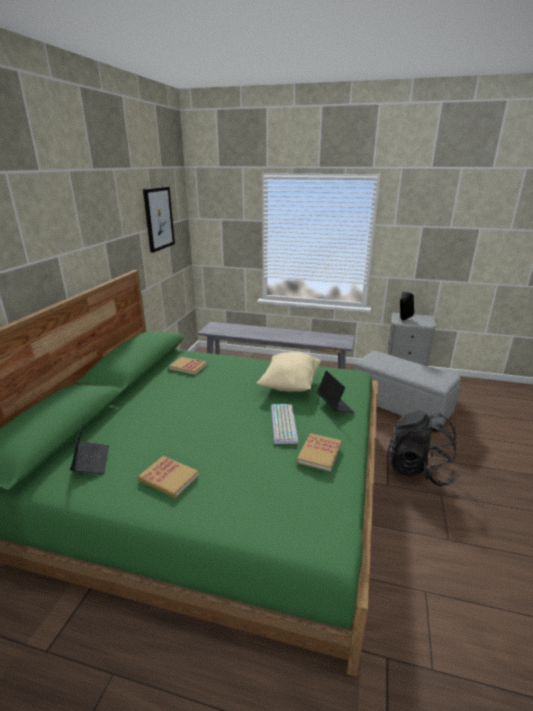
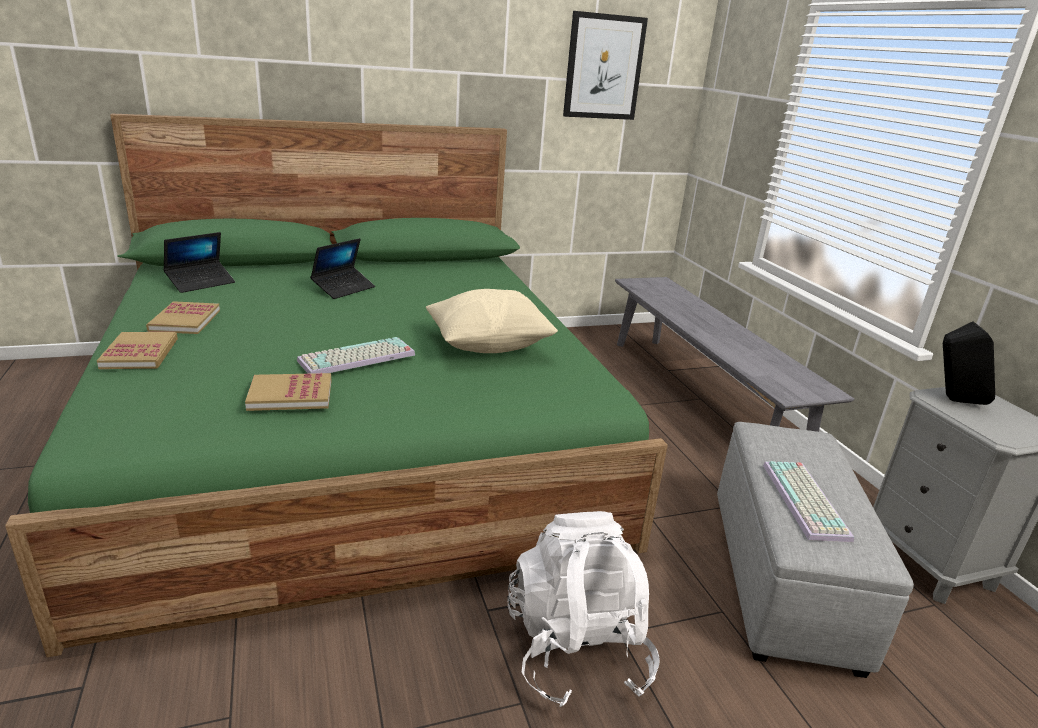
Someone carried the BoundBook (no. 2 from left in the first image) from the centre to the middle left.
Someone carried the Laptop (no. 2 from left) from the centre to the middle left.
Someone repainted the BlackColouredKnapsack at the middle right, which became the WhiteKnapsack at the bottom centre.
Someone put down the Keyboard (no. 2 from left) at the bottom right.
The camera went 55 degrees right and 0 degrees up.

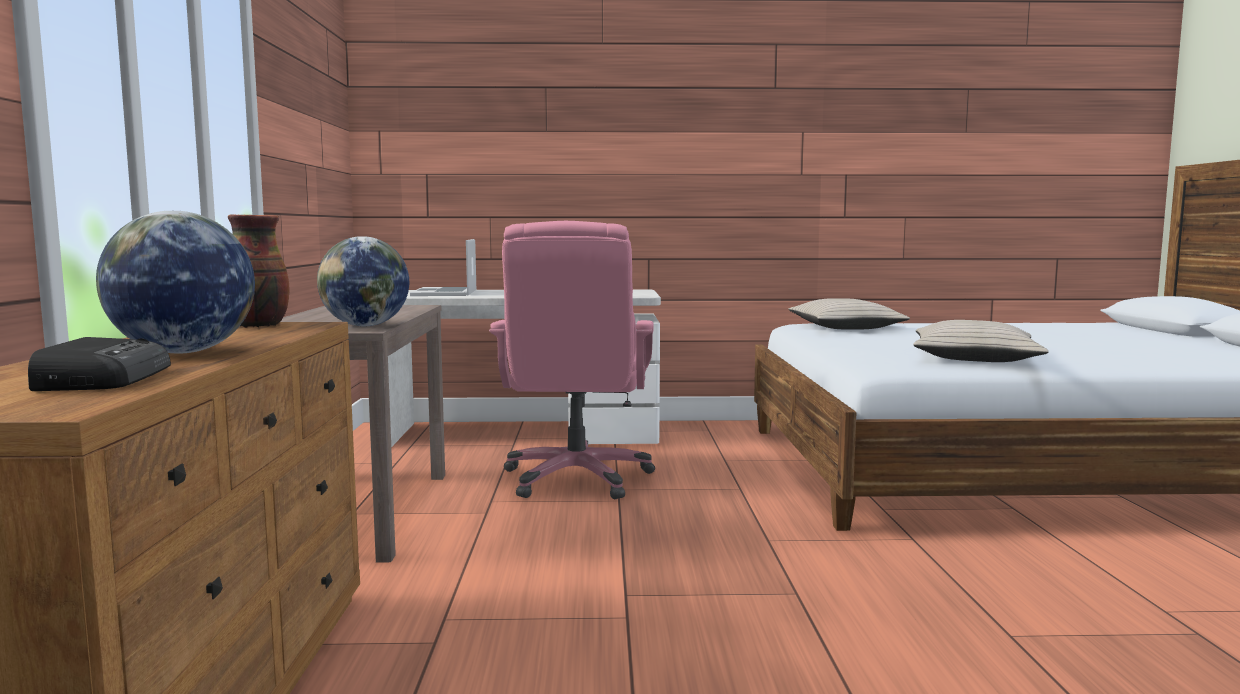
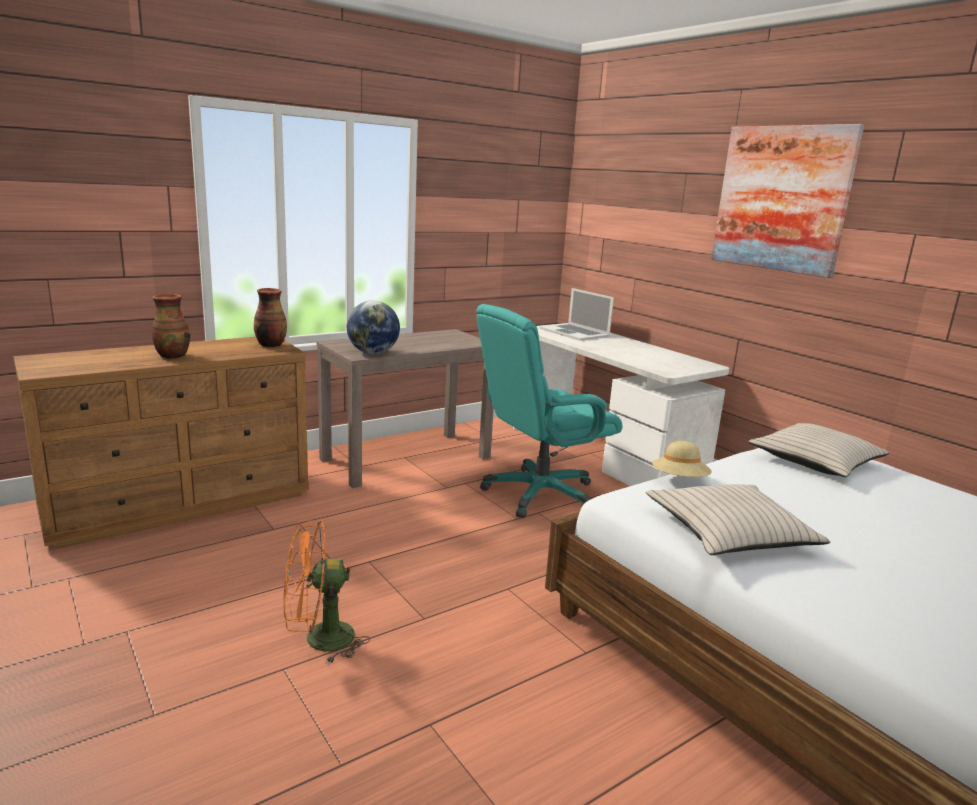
Someone swapped the DeskGlobe (no. 1 from left) at the middle left for the Vase (no. 1 from left) at the middle left.
Someone put down the OrangeColouredElectricFan at the bottom centre.
Someone repainted the PinkishDeskChair at the centre, which became the BlueGreenDeskChair at the centre.
Someone rotated the Laptop at the centre by 90 degrees counterclockwise.
Someone put down the SandColouredHat at the middle right.
Someone put up the Picture at the top right.
Someone took away the RadioReceiver at the middle left.
The camera went 55 degrees right and 10 degrees up.

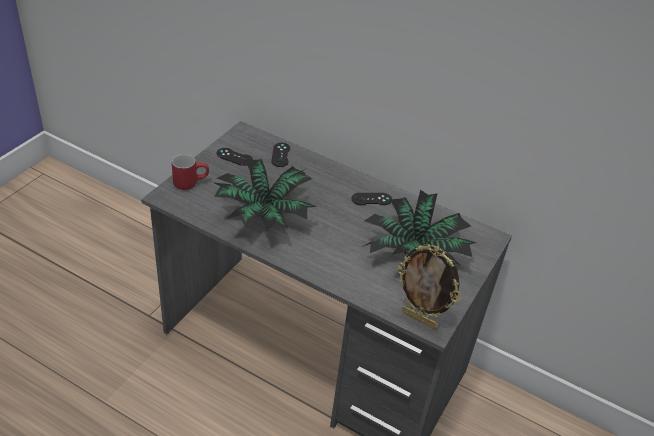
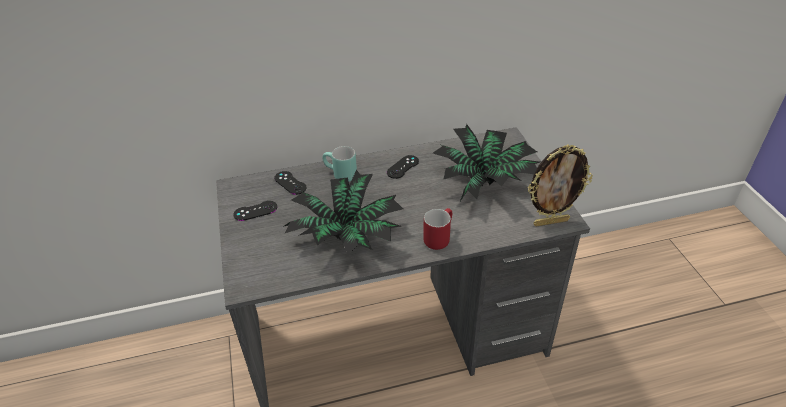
Someone put down the BlueGreenTeaMug at the centre.
Someone carried the RedColouredTeaMug from the middle left to the centre.
The camera went 40 degrees left and 0 degrees up.

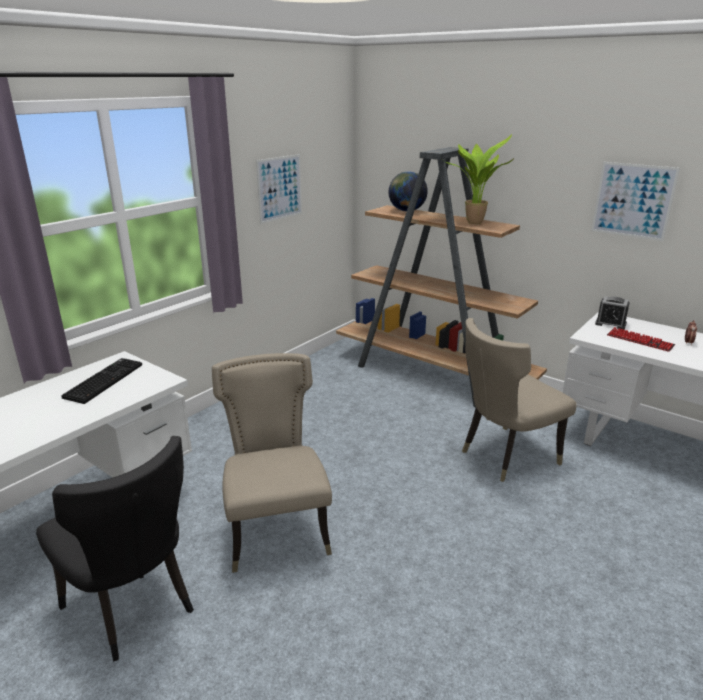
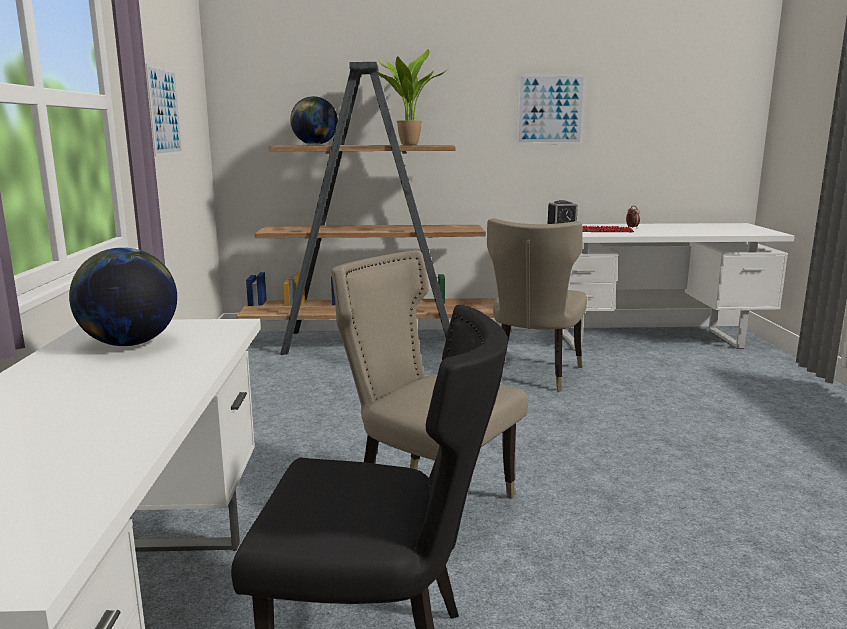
Someone swapped the Keyboard (no. 1 from left) at the middle left for the DeskGlobe (no. 1 from left) at the middle left.
The camera went 40 degrees left and 10 degrees down.

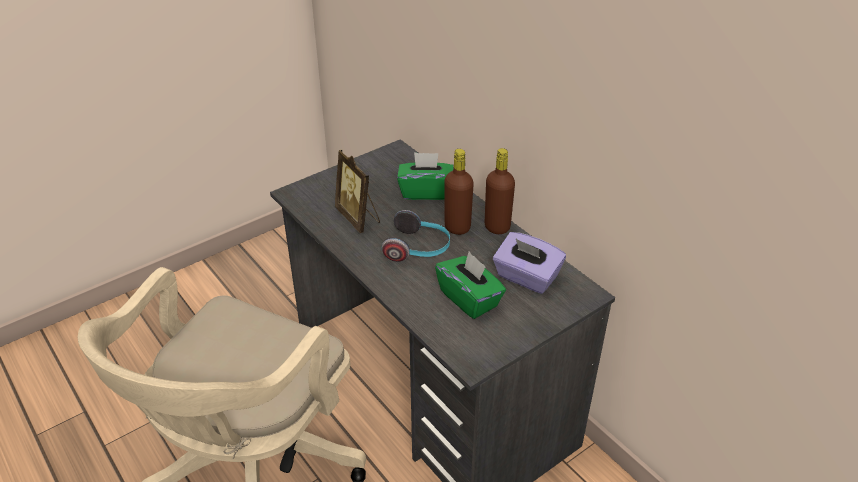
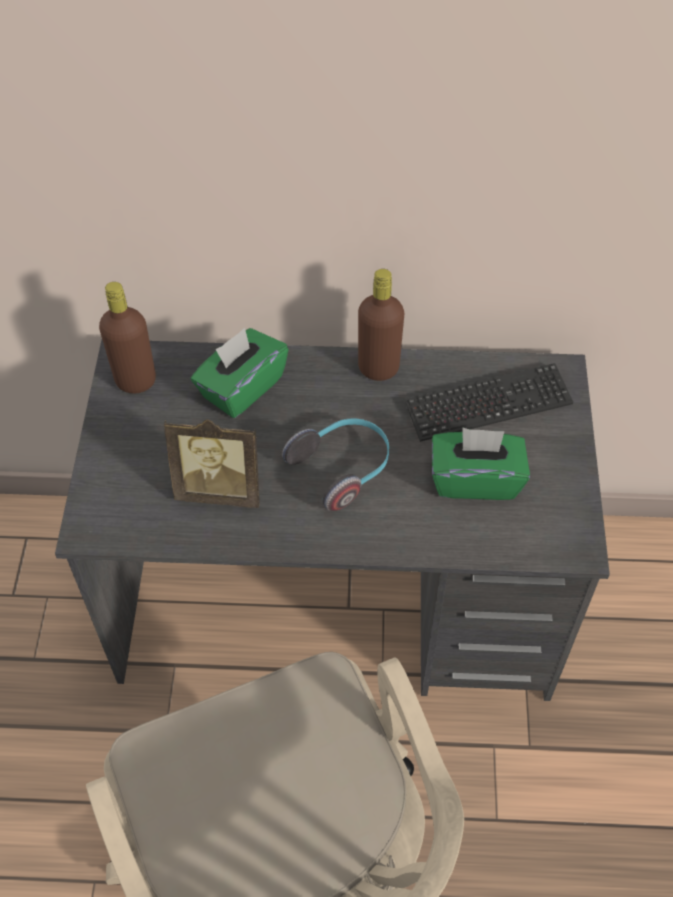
Someone carried the BrownBeverageBottle (no. 1 from left) from the centre to the middle left.
Someone swapped the PurplishTissueBox at the centre for the Keyboard at the middle right.
The camera went 50 degrees left and 15 degrees up.

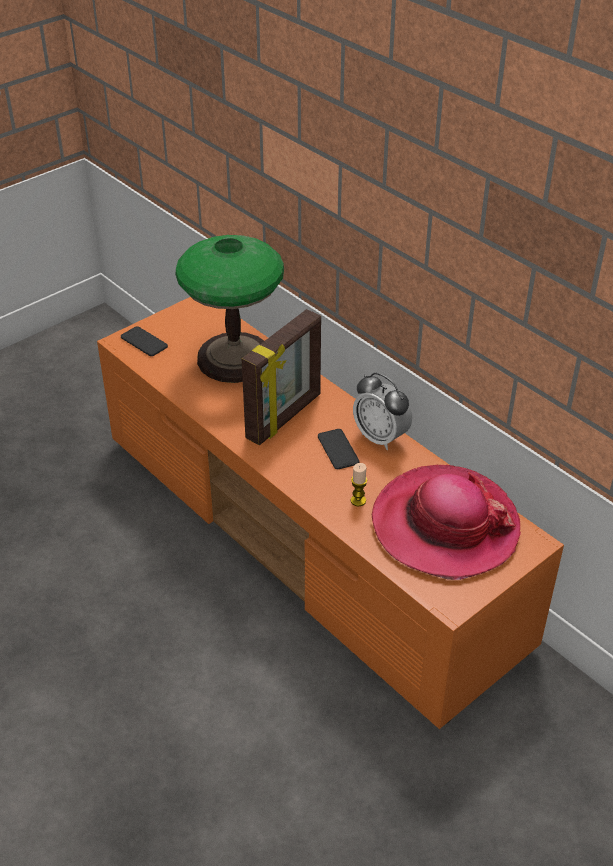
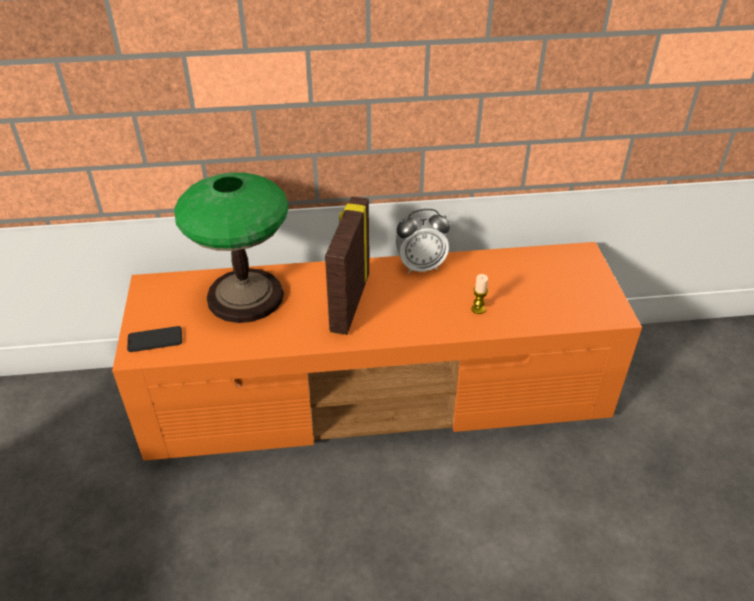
Someone rotated the StandingFrame at the centre by 150 degrees counterclockwise.
Someone took away the Phone (no. 2 from left) at the centre.
Someone took away the Hat at the middle right.
The camera went 55 degrees left and 0 degrees up.

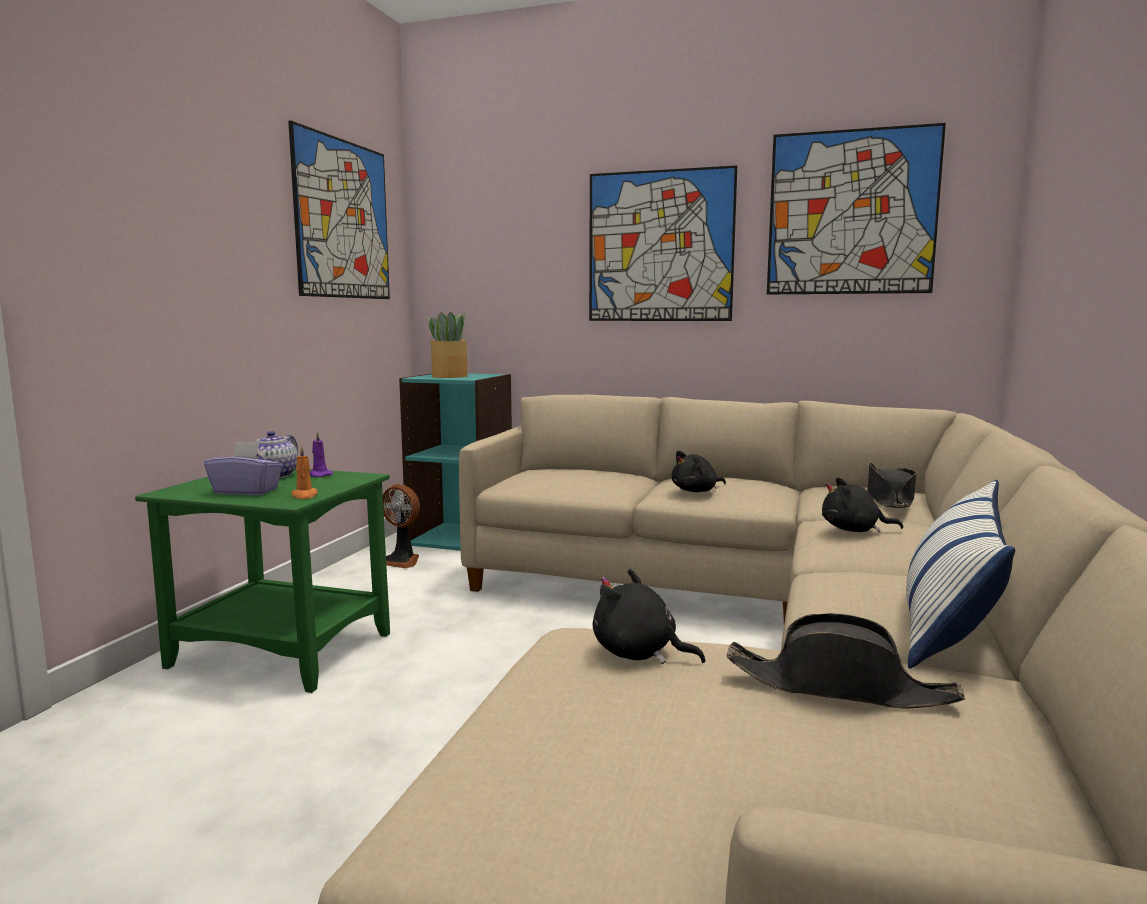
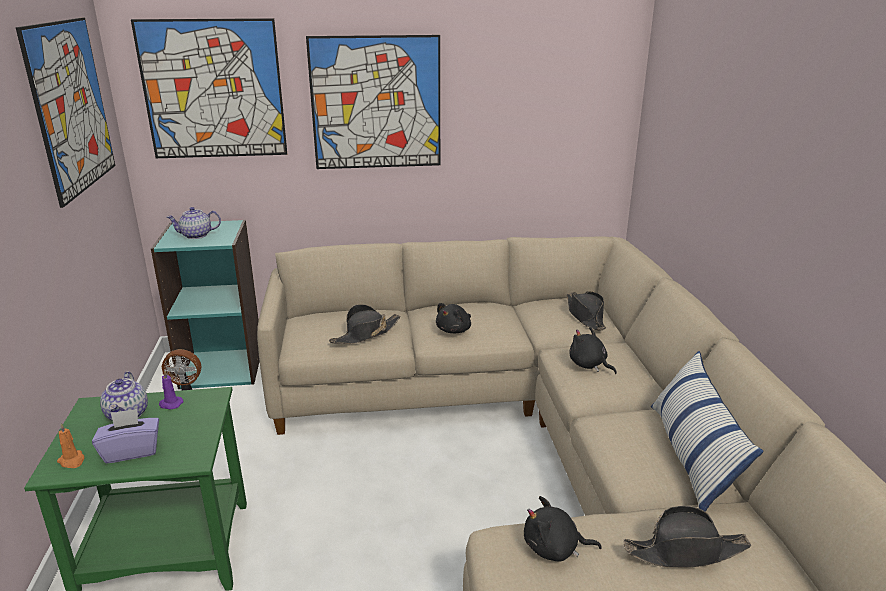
Someone carried the OrangeColouredCandle from the middle left to the bottom left.
Someone carried the Picture (no. 3 from left in the first image) from the top right to the top left.
Someone swapped the PlantInAPot at the centre for the Teapot (no. 2 from left) at the middle left.
Someone put down the BlackColouredHat (no. 1 from left) at the centre.
Someone rotated the BlackColouredPlushToy (no. 3 from left) at the middle right by 60 degrees clockwise.
The camera went 25 degrees left and 15 degrees up.

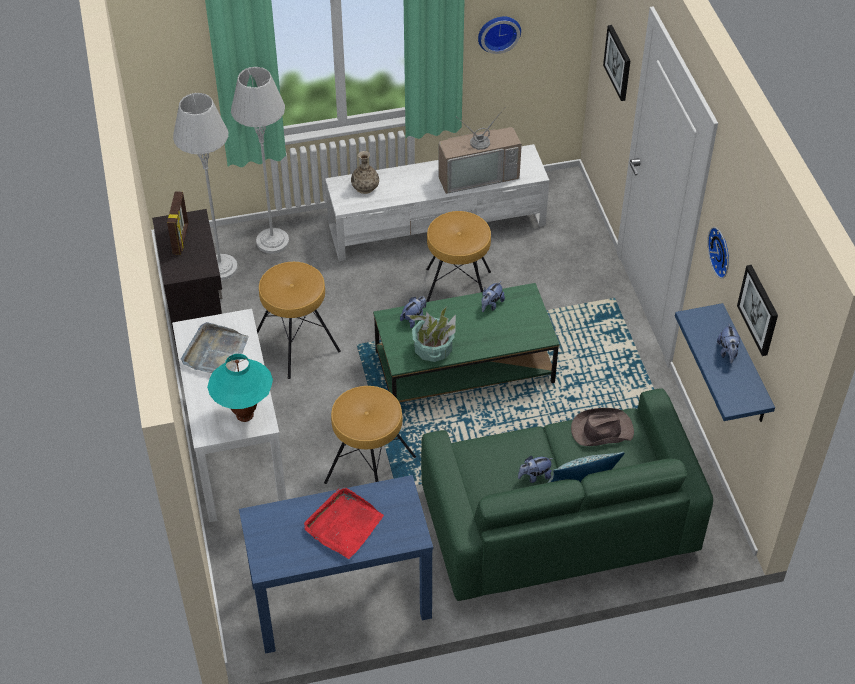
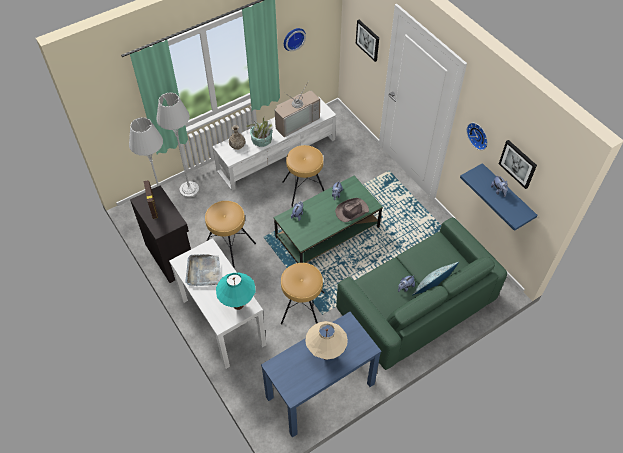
Someone carried the PlantInAPot from the centre to the top centre.
Someone swapped the RedColouredTray at the bottom centre for the SandColouredTabletopLamp at the bottom centre.
Someone carried the BrownHat from the middle right to the centre.
The camera went 20 degrees left and 5 degrees up.

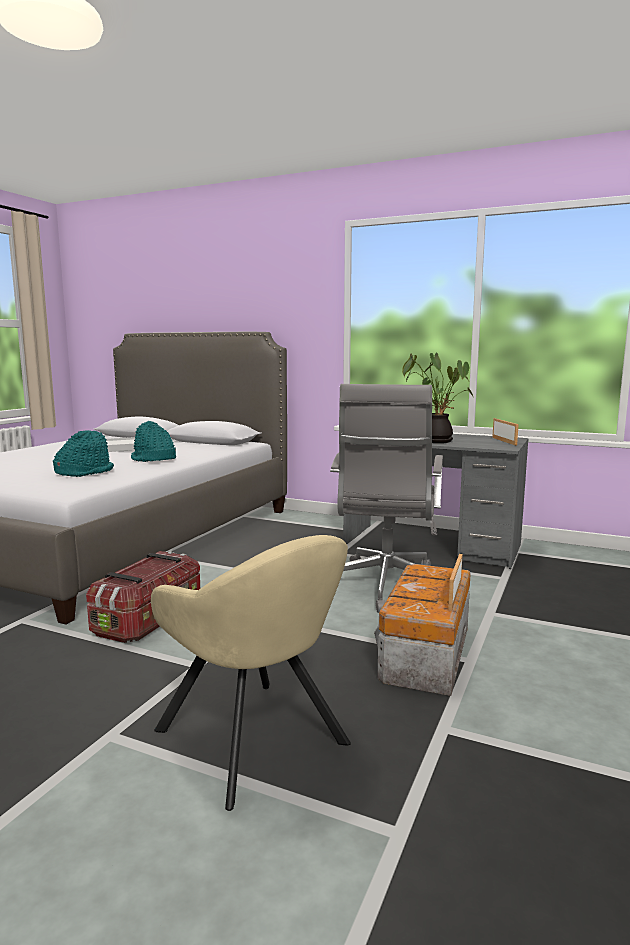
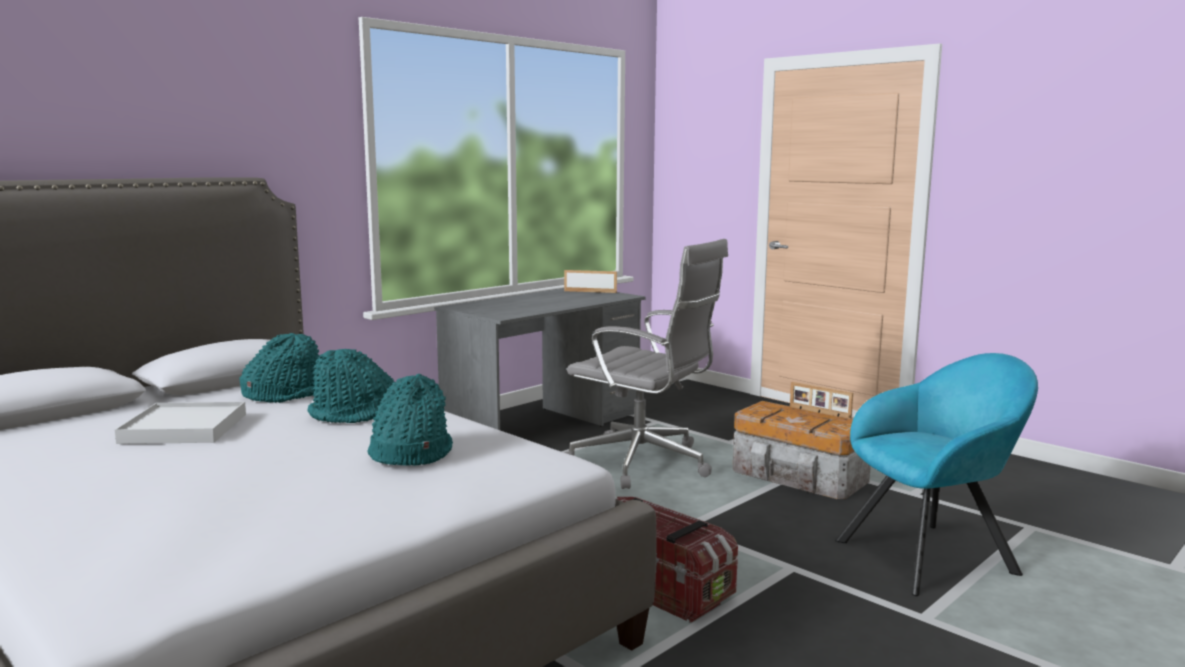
Someone put down the BlueGreenHat (no. 1 from left) at the middle left.
Someone repainted the SandColouredLoungeChair at the bottom centre, which became the BlueGreenLoungeChair at the bottom right.
Someone took away the PlantInAPot at the middle right.
The camera went 70 degrees left and 0 degrees up.

